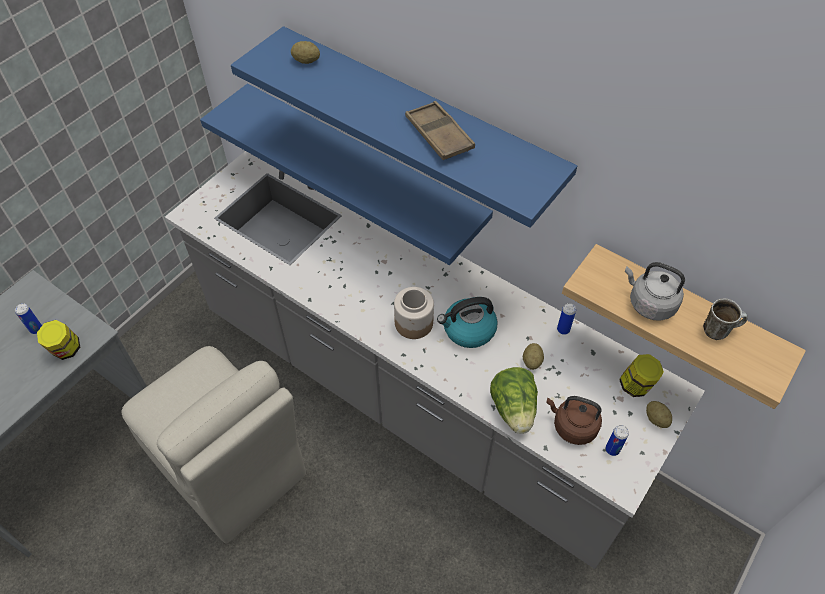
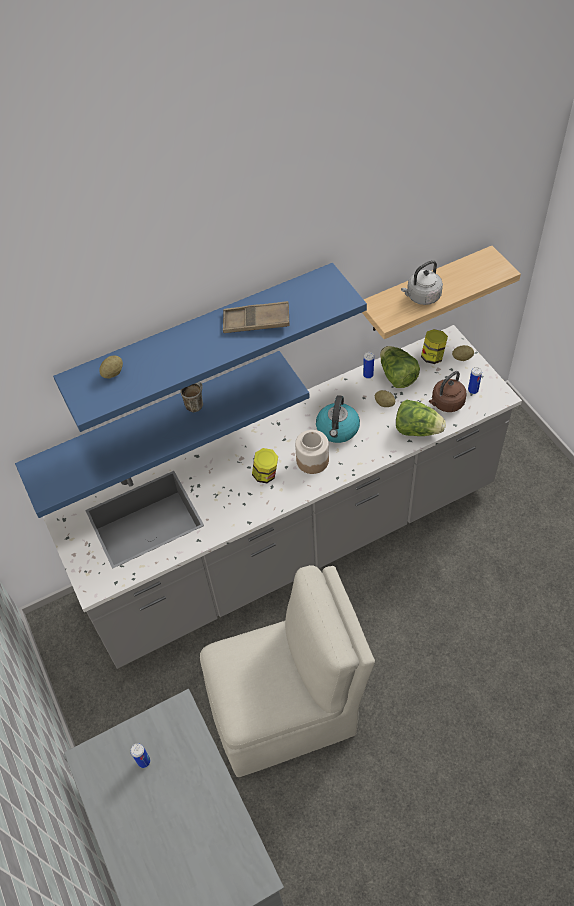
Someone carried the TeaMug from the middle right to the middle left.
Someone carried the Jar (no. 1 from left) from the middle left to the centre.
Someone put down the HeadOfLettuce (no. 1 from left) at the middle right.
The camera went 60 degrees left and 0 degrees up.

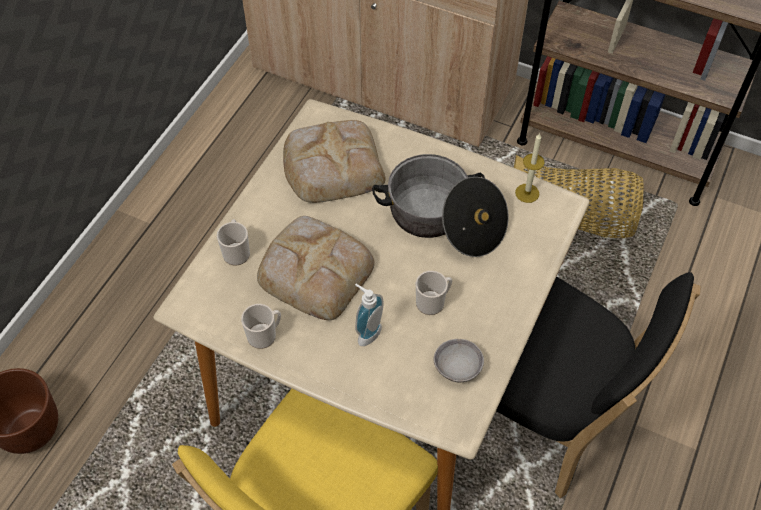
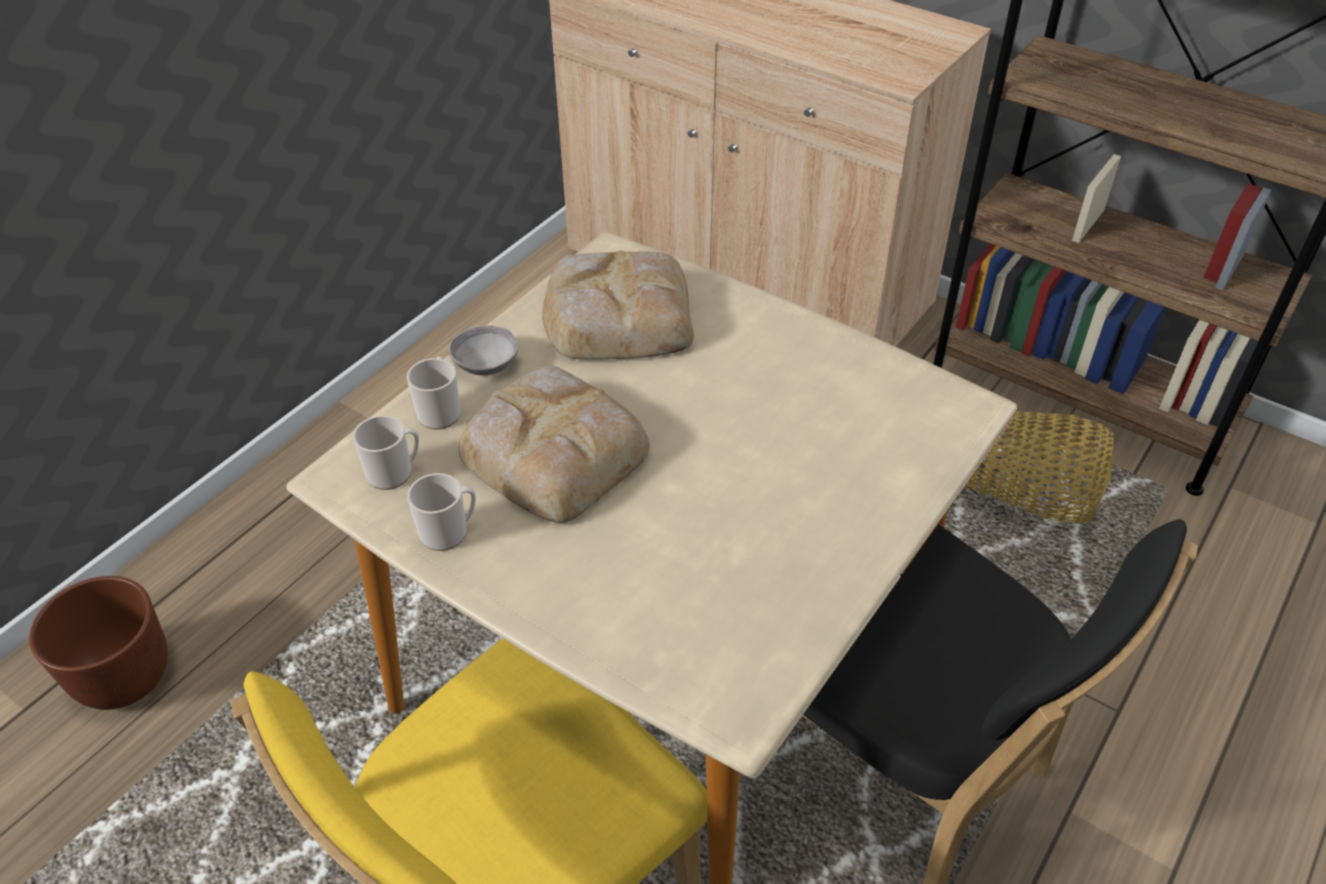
Someone carried the TeaMug (no. 3 from left in the first image) from the centre to the middle left.
Someone carried the GreyishBowl from the bottom centre to the centre.
Someone took away the SoapDispenser at the centre.
Someone took away the Stockpot at the centre.
Someone took away the Candle at the top right.
The camera went 10 degrees right and 10 degrees down.

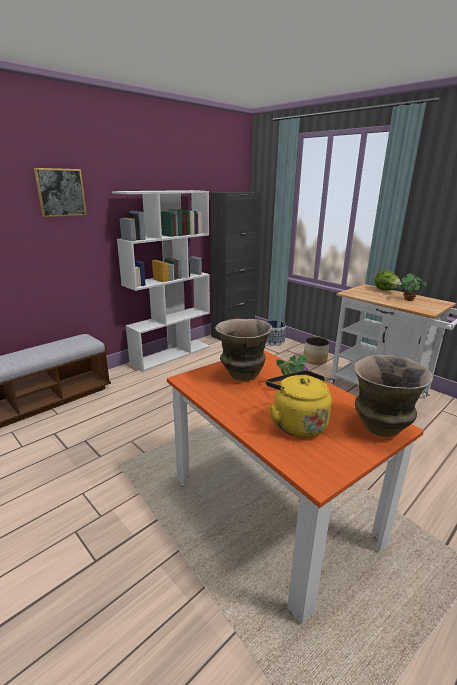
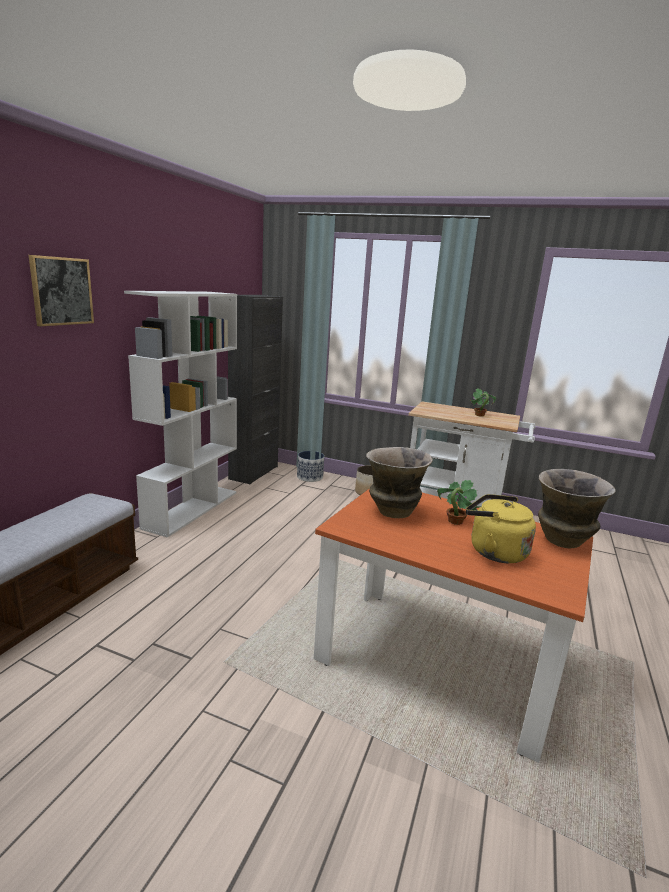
Someone took away the HeadOfLettuce at the middle right.
The camera went 25 degrees left and 5 degrees down.

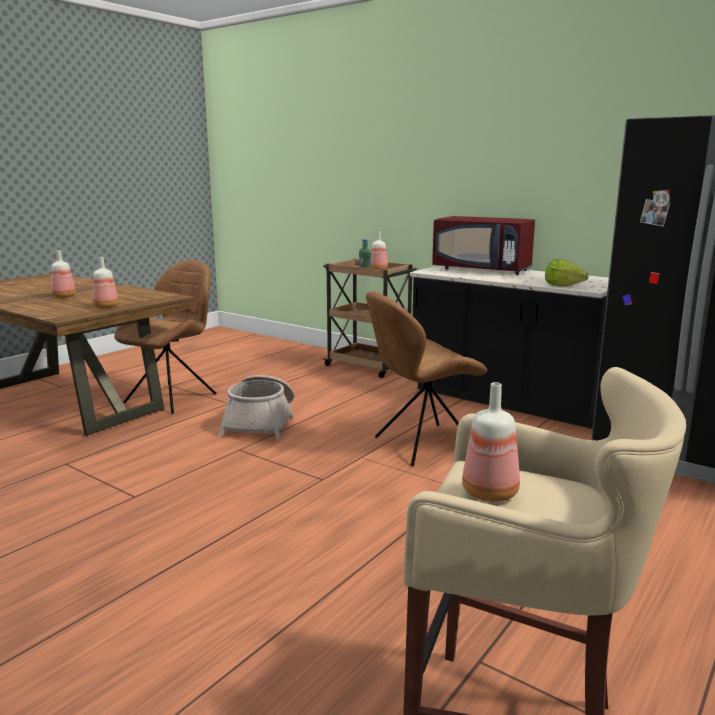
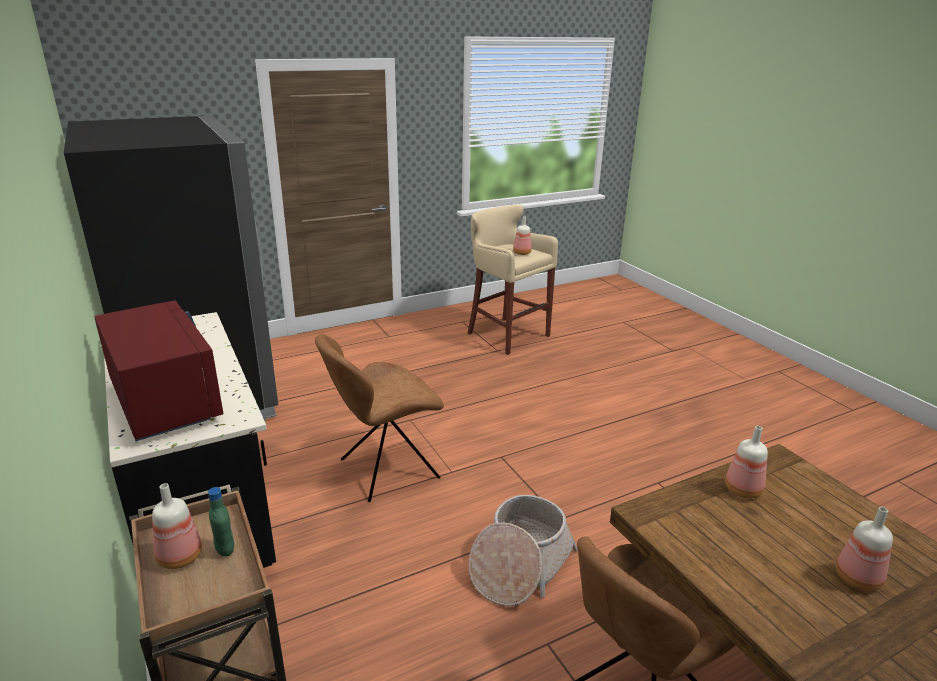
Someone rotated the BrownPlainChair (no. 2 from left in the first image) at the centre by 150 degrees clockwise.
Someone took away the HeadOfLettuce at the middle right.
The camera went 155 degrees left and 10 degrees up.

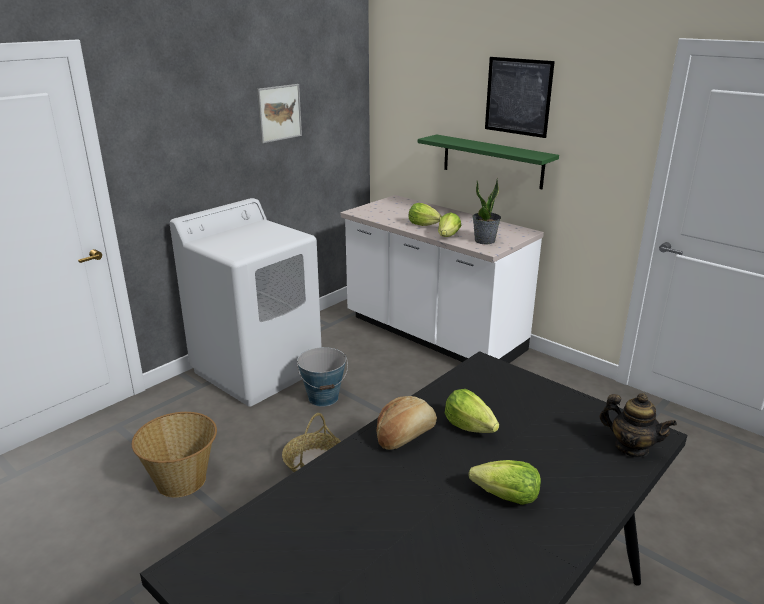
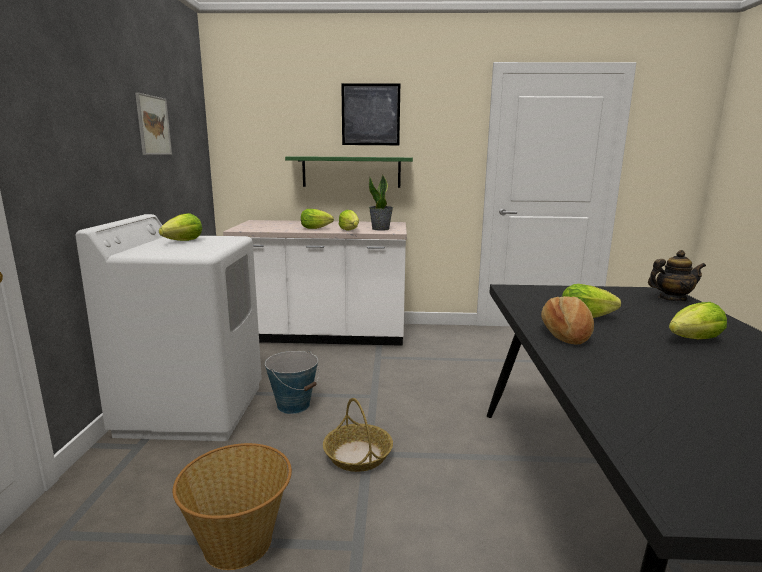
Someone put down the HeadOfLettuce (no. 1 from left) at the middle left.
The camera went 40 degrees left and 10 degrees down.

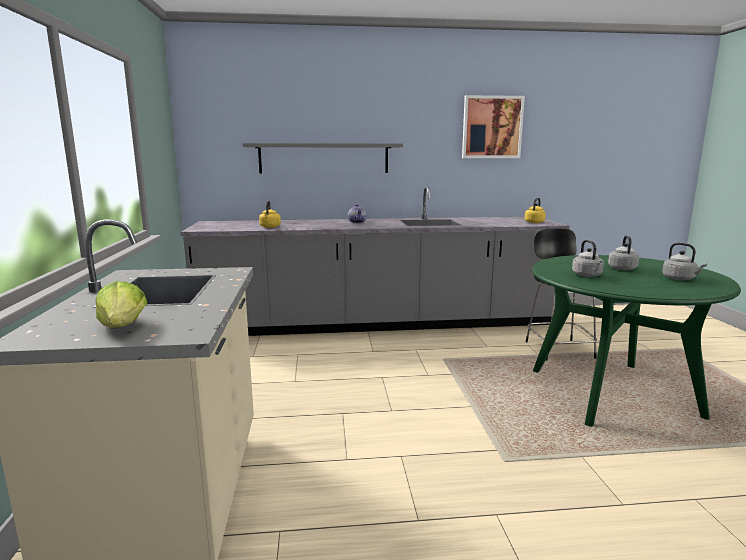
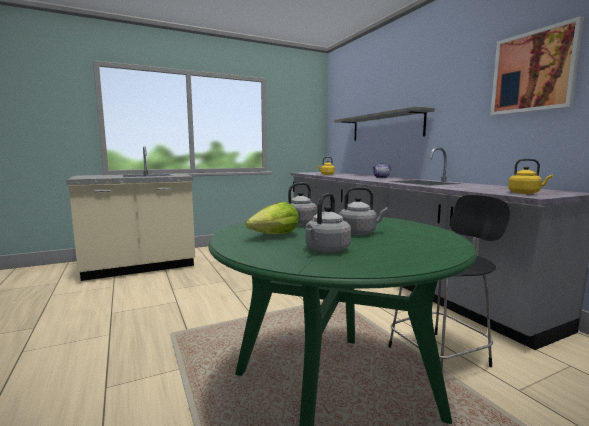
Someone carried the HeadOfLettuce from the middle left to the centre.
The camera went 70 degrees right and 5 degrees down.

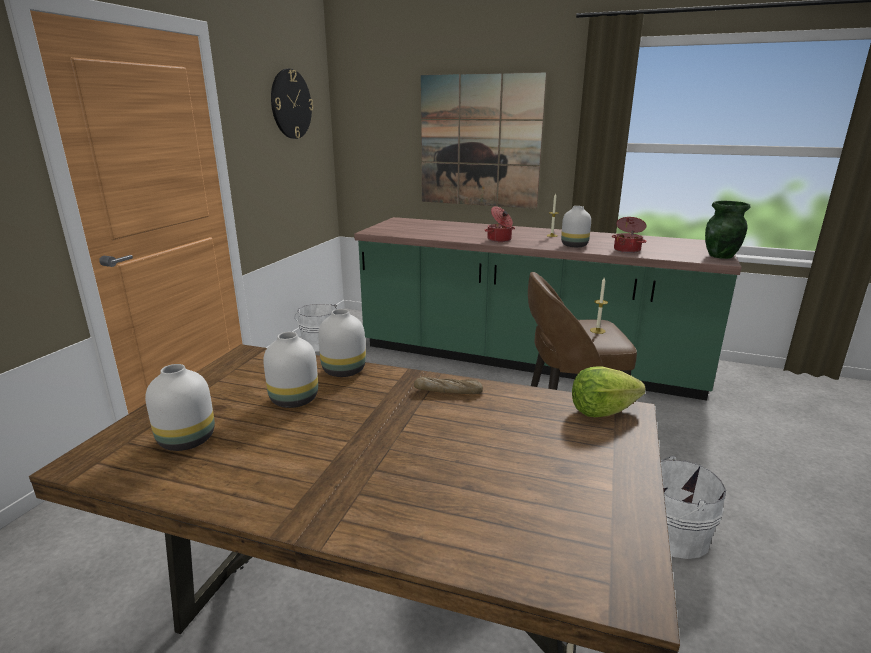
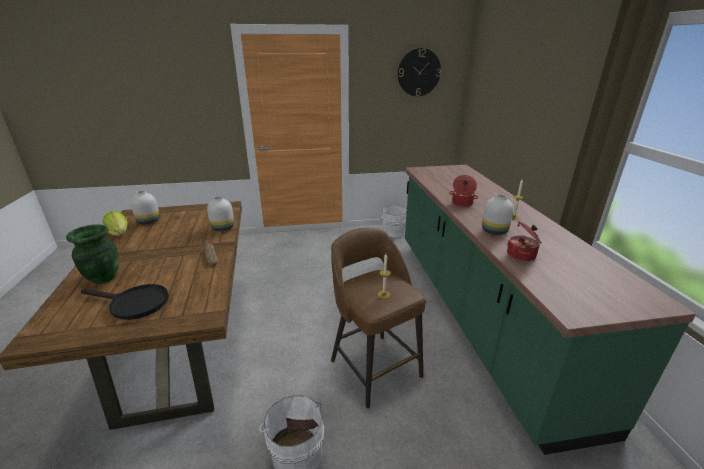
Someone carried the GreenColouredVase from the middle right to the middle left.
Someone put down the BlackColouredSkillet at the middle left.
Someone carried the HeadOfLettuce from the middle right to the middle left.
Someone took away the WhiteVase (no. 2 from left) at the middle left.
Someone took away the Picture at the top centre.
The camera went 60 degrees right and 5 degrees up.

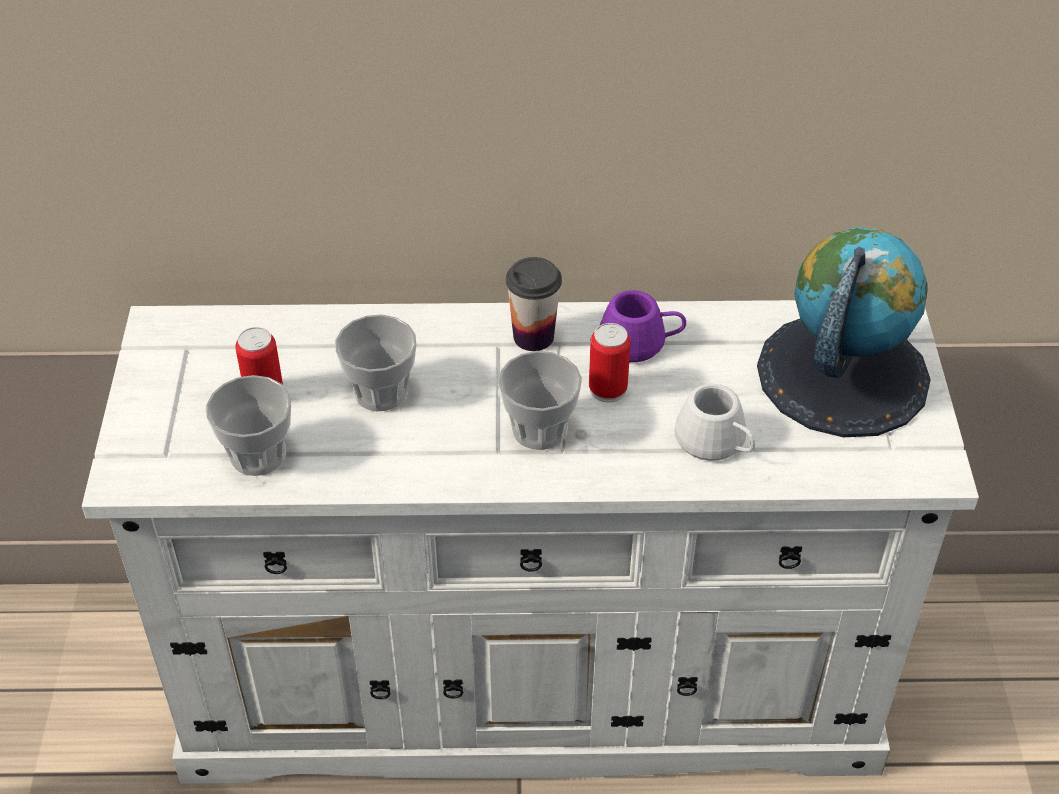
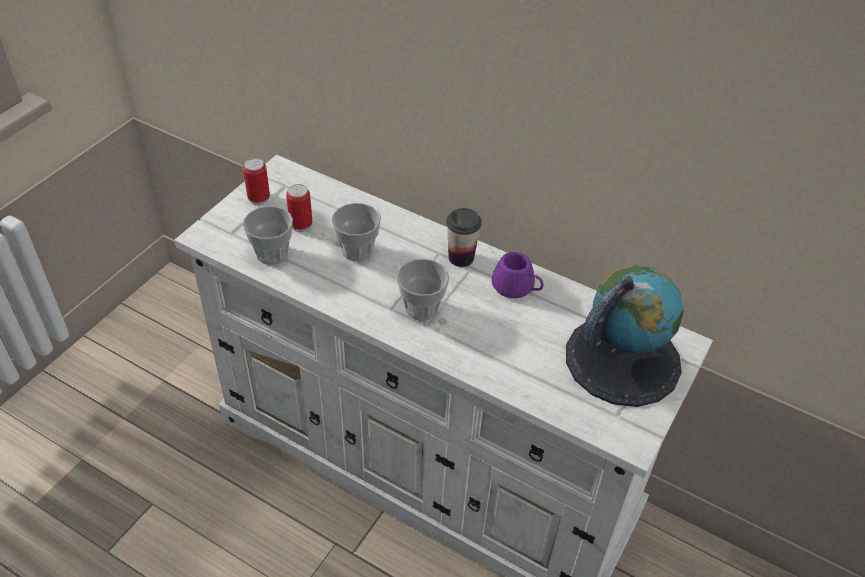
Someone carried the SealedCan (no. 2 from left in the first image) from the centre to the top left.
Someone took away the WhiteTeaMug at the middle right.
The camera went 30 degrees right and 0 degrees up.

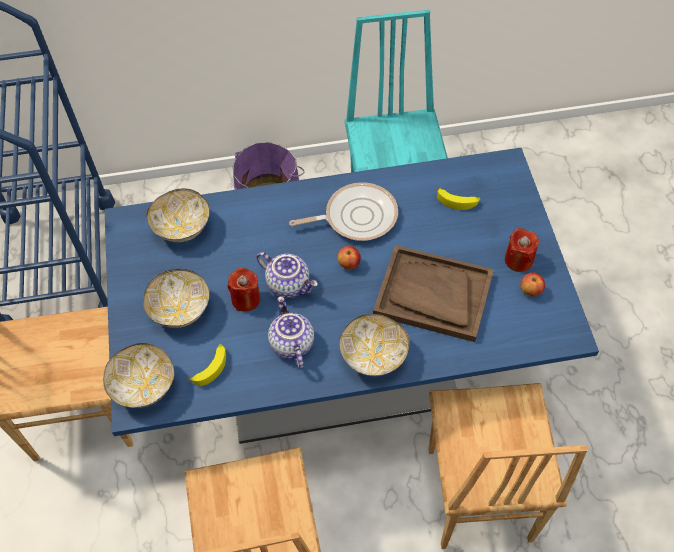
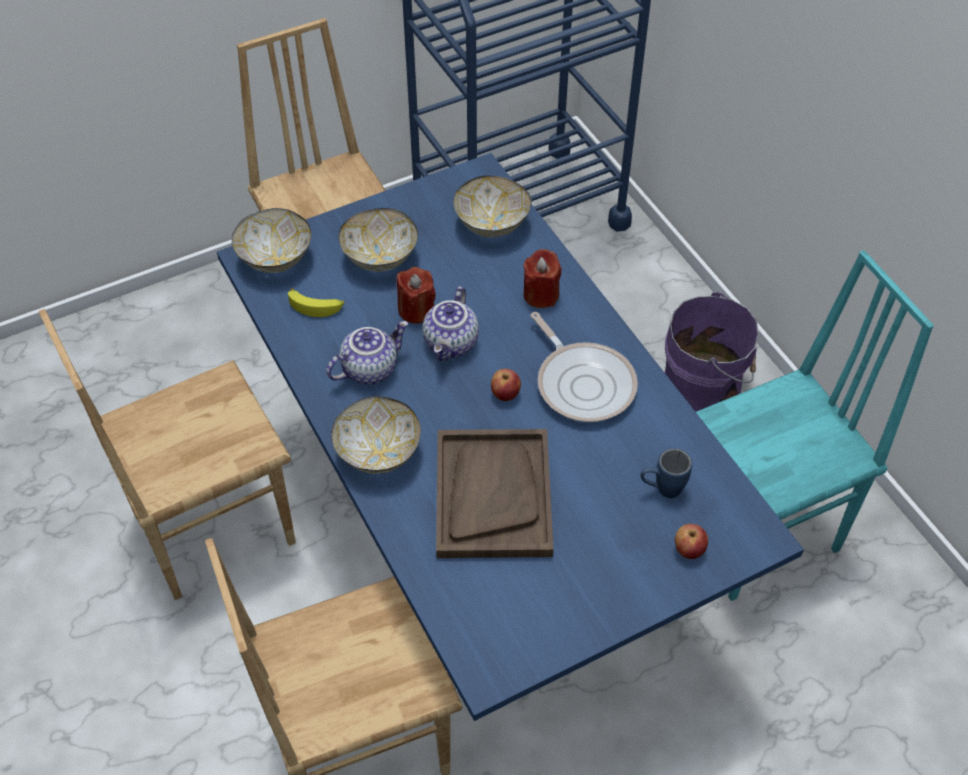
Someone carried the RedColouredCandle (no. 2 from left) from the middle right to the centre.
Someone swapped the Banana (no. 2 from left) at the middle right for the BlueTeaMug at the middle right.
Someone carried the AppleFruit (no. 2 from left) from the middle right to the bottom right.
The camera went 70 degrees right and 5 degrees down.

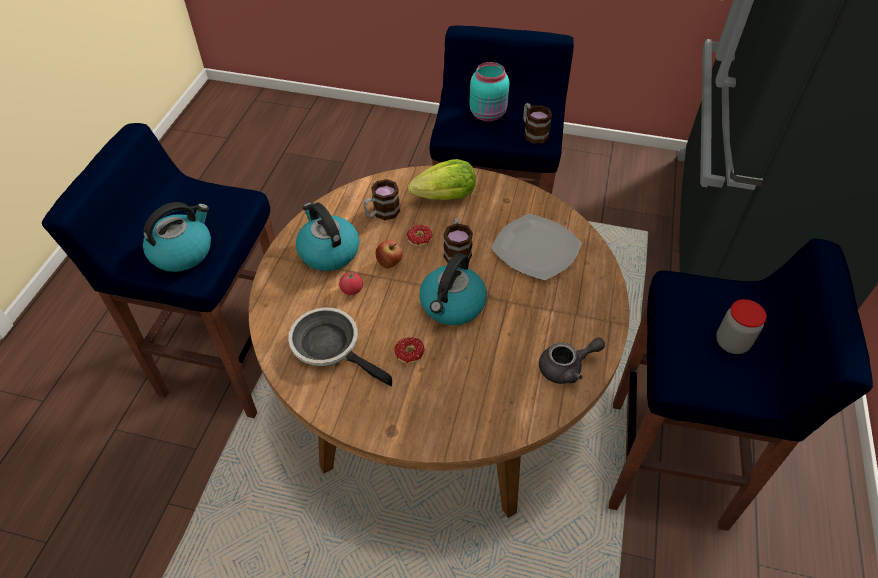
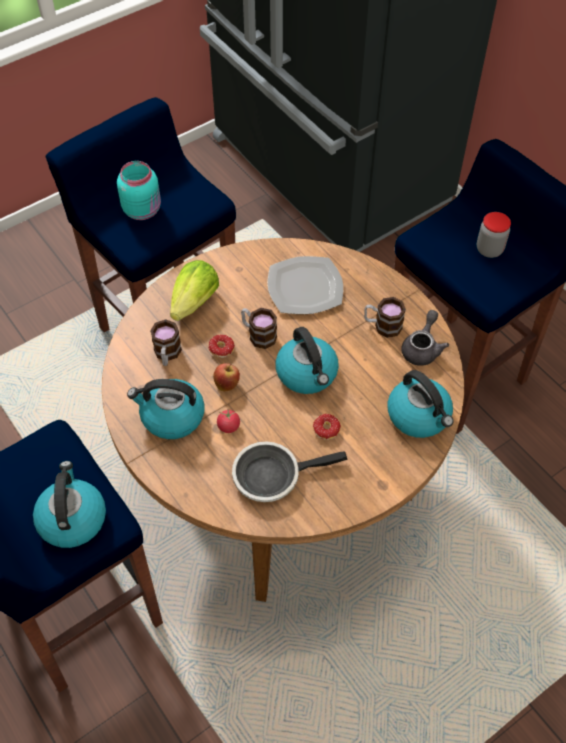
Someone carried the TeaMug (no. 3 from left) from the top centre to the middle right.
Someone put down the Kettle (no. 4 from left) at the middle right.
The camera went 50 degrees left and 5 degrees up.

